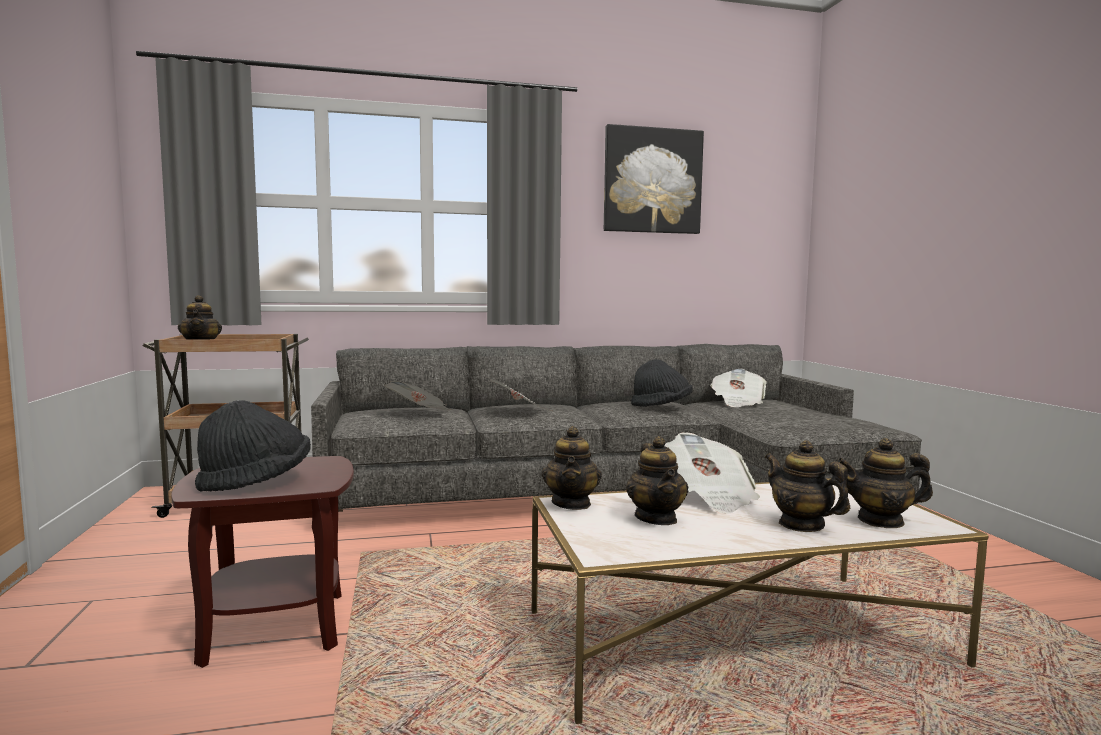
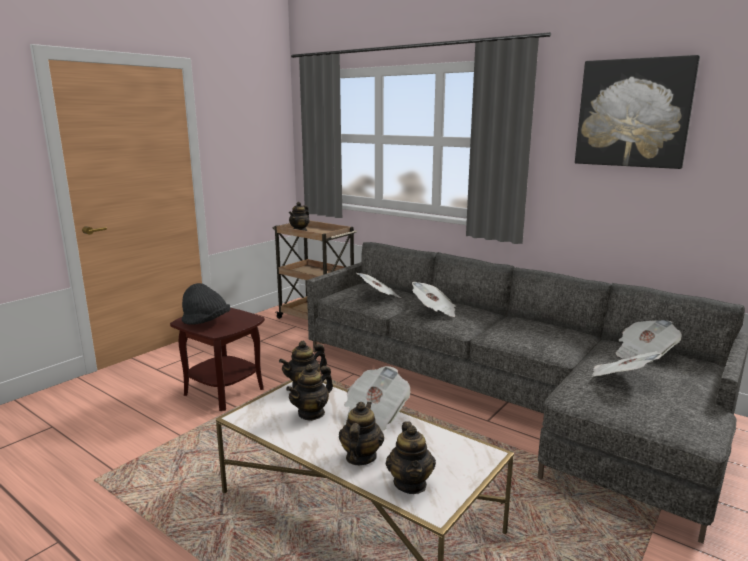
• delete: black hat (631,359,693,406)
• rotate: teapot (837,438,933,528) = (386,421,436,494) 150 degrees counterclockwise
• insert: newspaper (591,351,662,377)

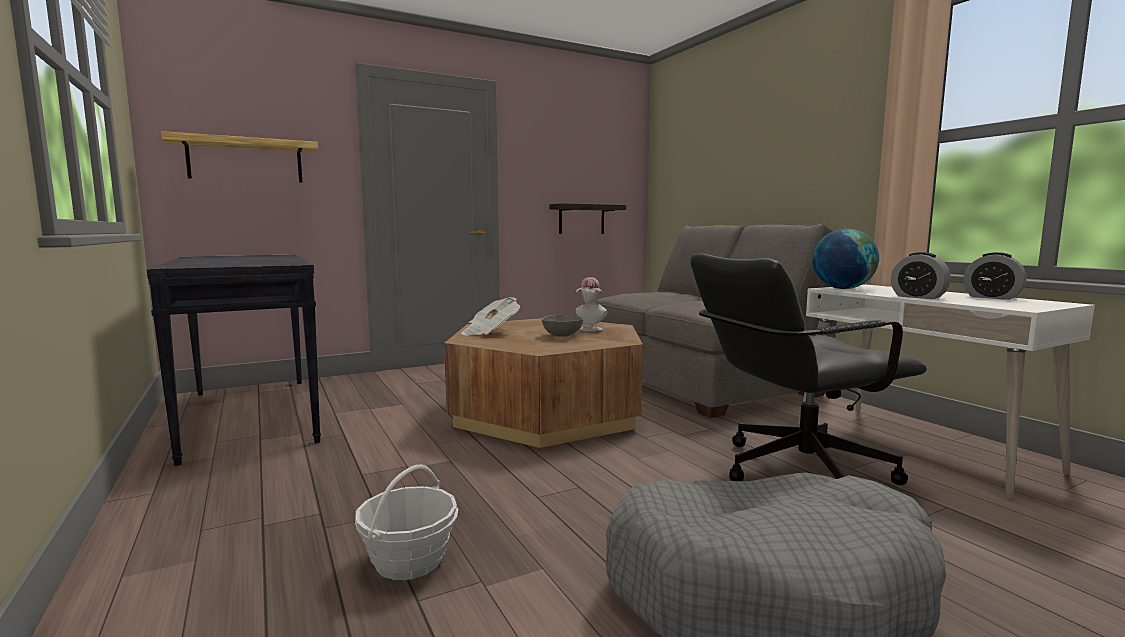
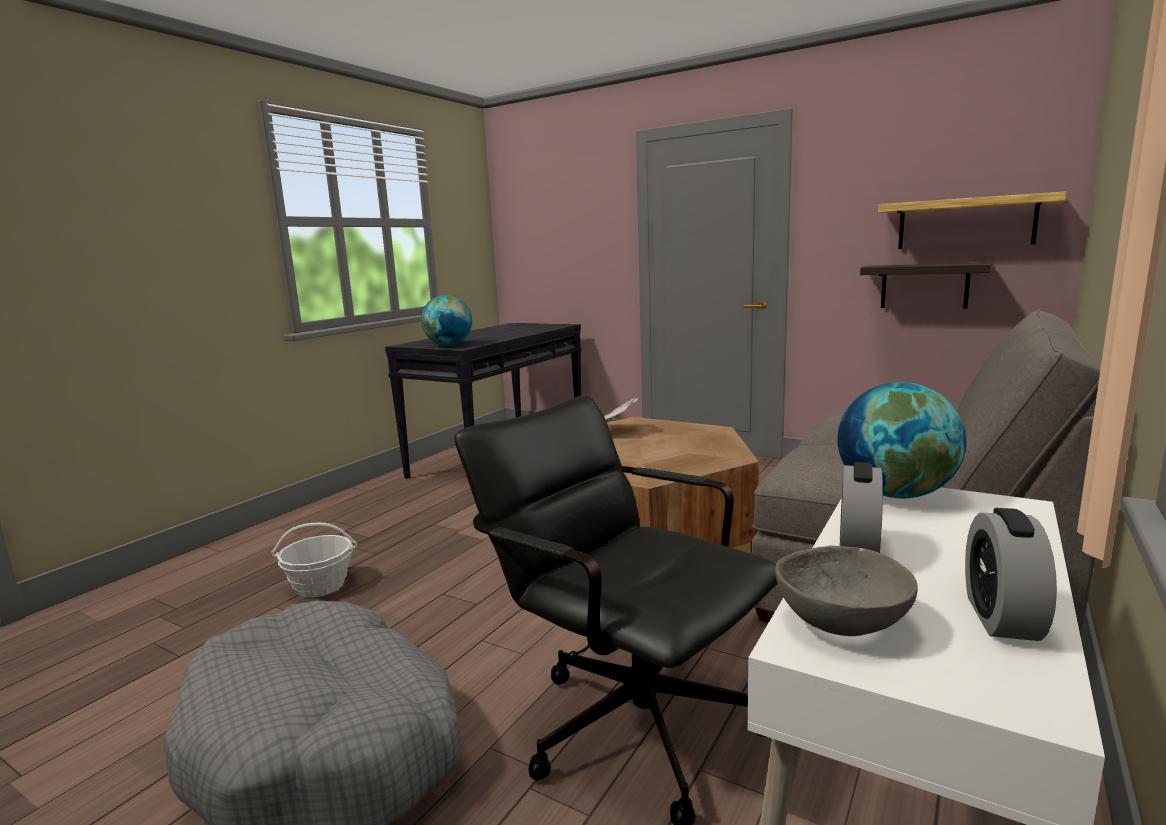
• move: shelf (161,131,318,183) to (878,191,1066,249)
• move: grey bowl (542,315,583,337) to (775,545,918,636)
• delete: hat (576,277,607,332)
• insert: globe (421,295,472,346)

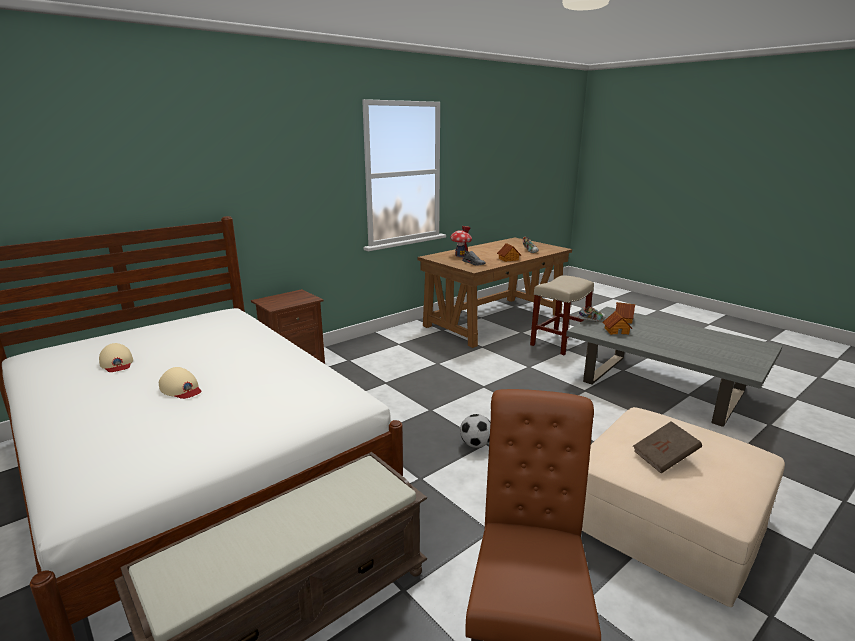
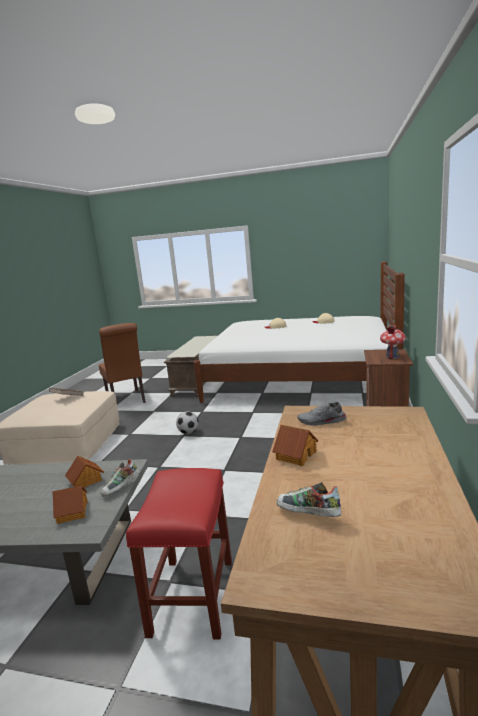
• move: toy house (450,226,472,257) to (380,325,406,359)
• recolor: beige stool (530,276,594,355) to red stool (126,468,232,640)

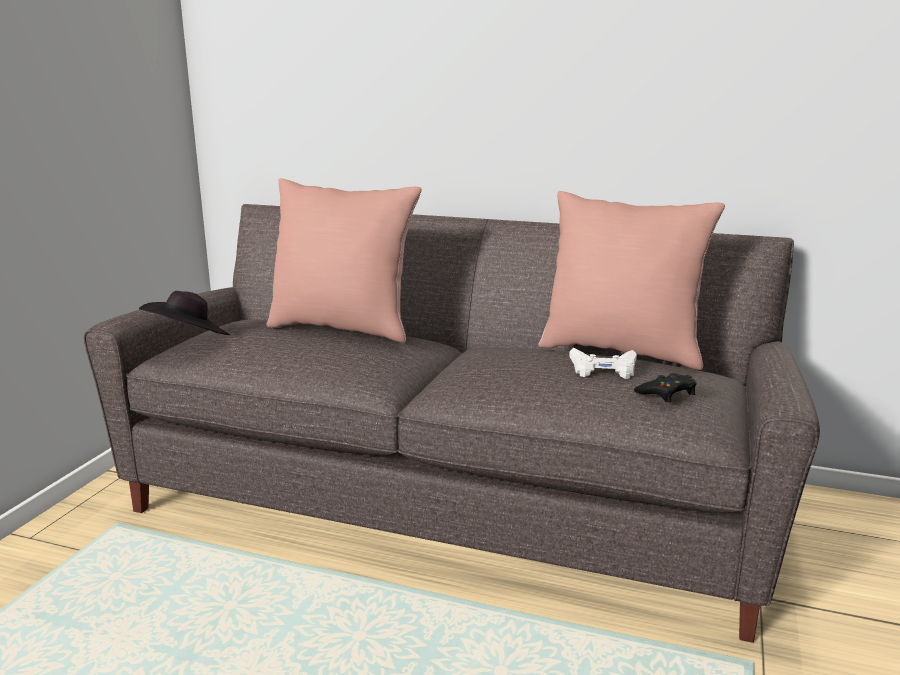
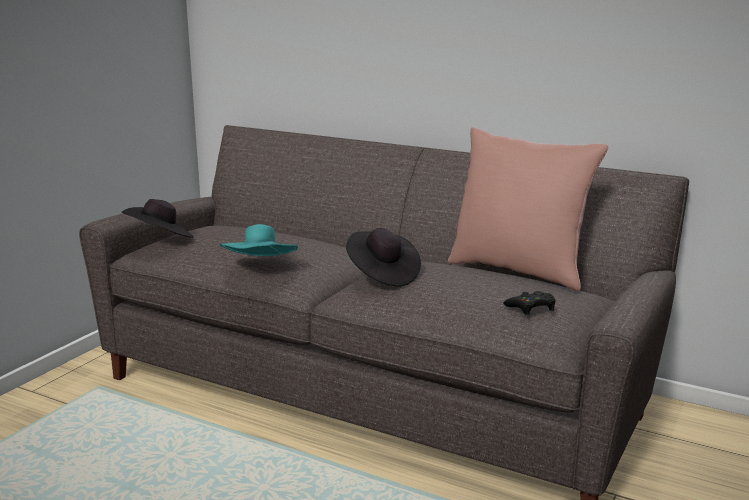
• delete: pink pillow (267,178,422,343)
• delete: white game controller (569,348,637,379)
• insert: turquoise hat (220,224,298,256)
• insert: black hat (346,228,421,286)

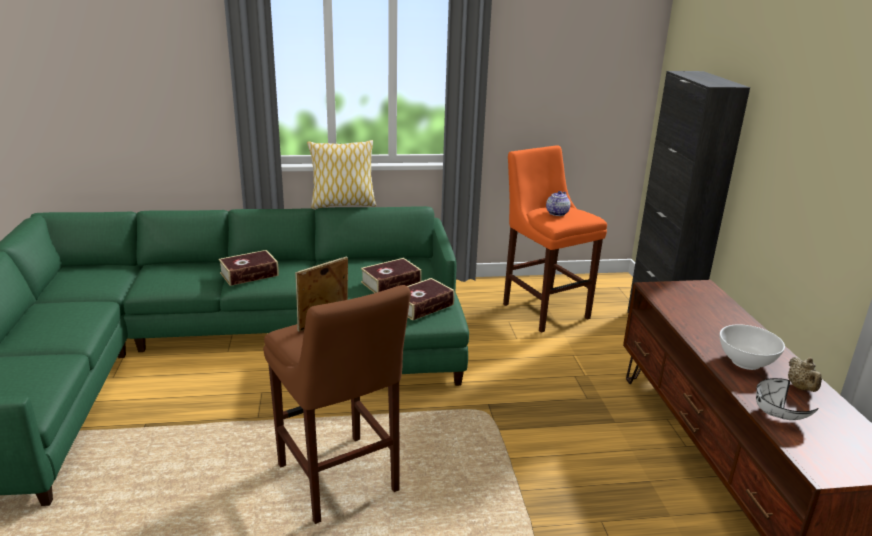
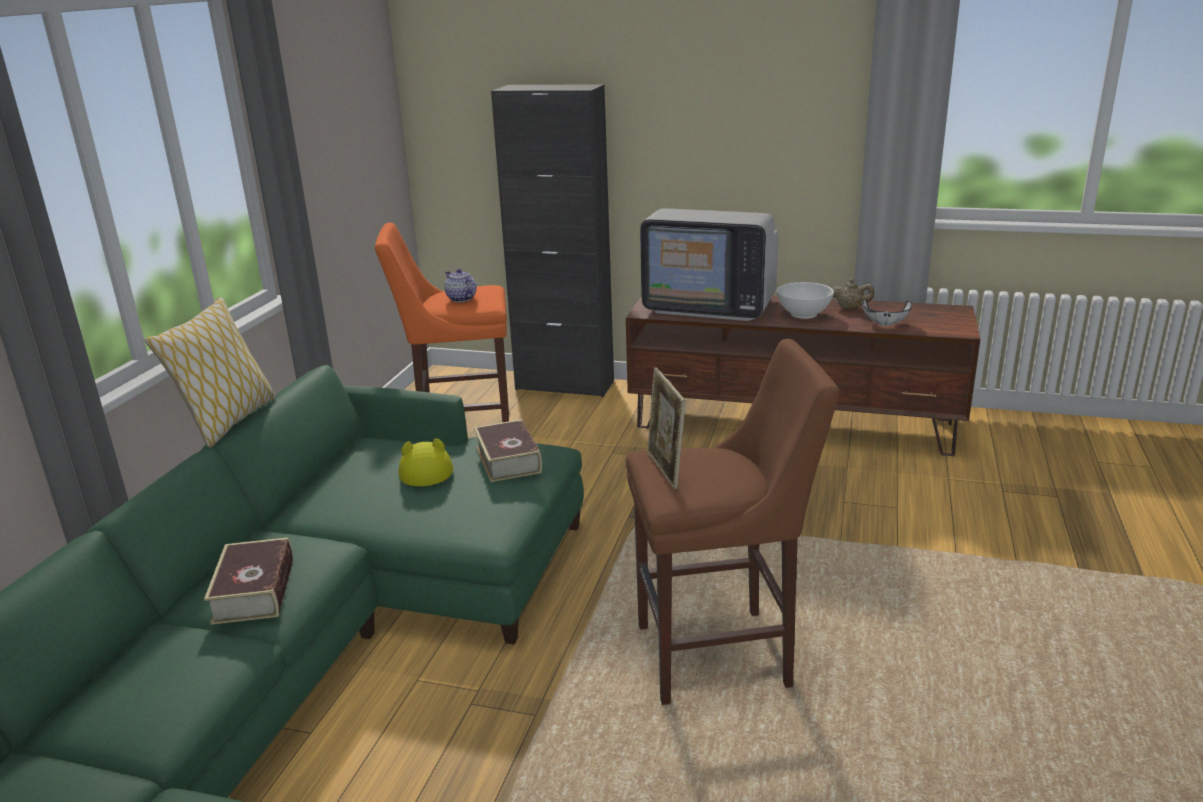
• replace: book (361,258,422,293) to yellow hat (398,438,453,486)
• insert: television (640,208,779,321)

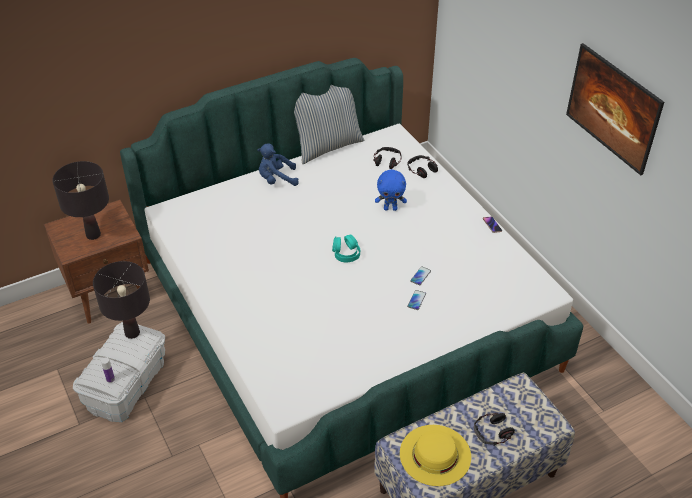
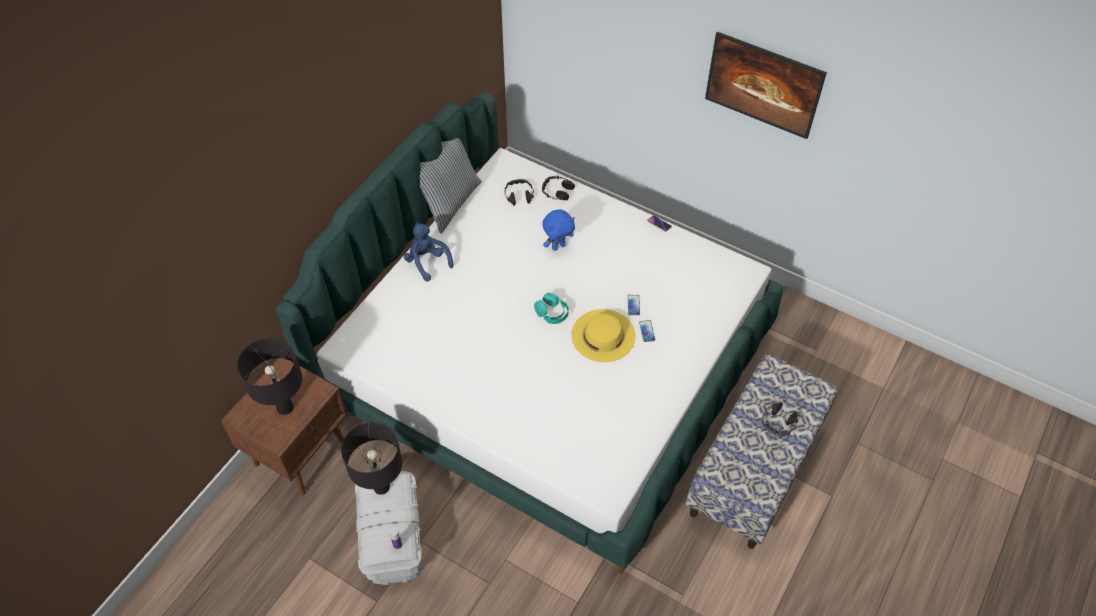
• rotate: blue plush toy (257,143,299,186) = (404,223,454,282) 90 degrees clockwise
• move: yellow hat (400,425,471,486) to (572,309,636,362)

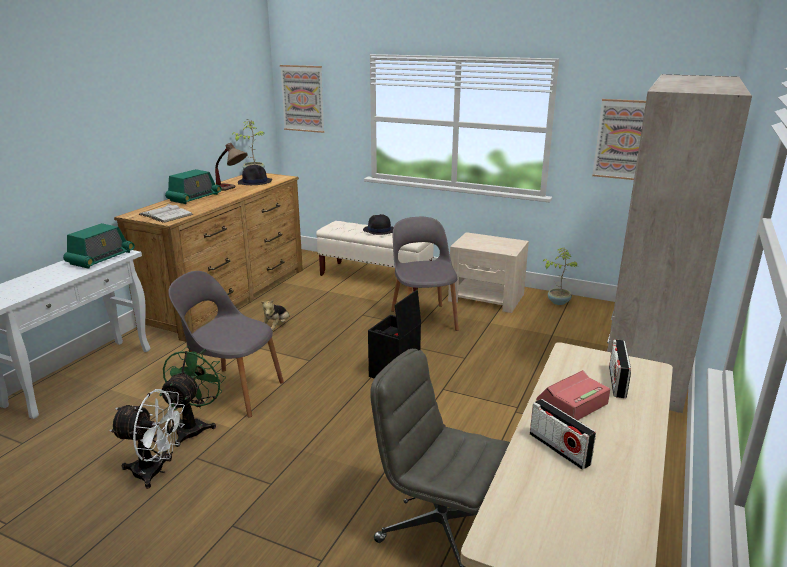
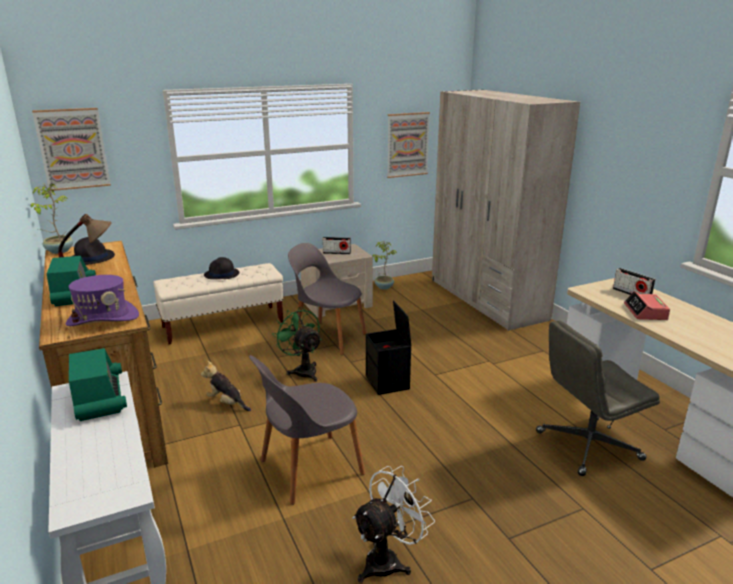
• replace: white book (138,204,193,223) to purple hat (66,275,139,326)
• move: green fan (159,346,226,447) to (272,307,322,382)
• rotate: plush toy (262,300,289,331) = (201,361,251,411) 150 degrees clockwise
• move: radio (530,399,596,470) to (322,237,351,254)

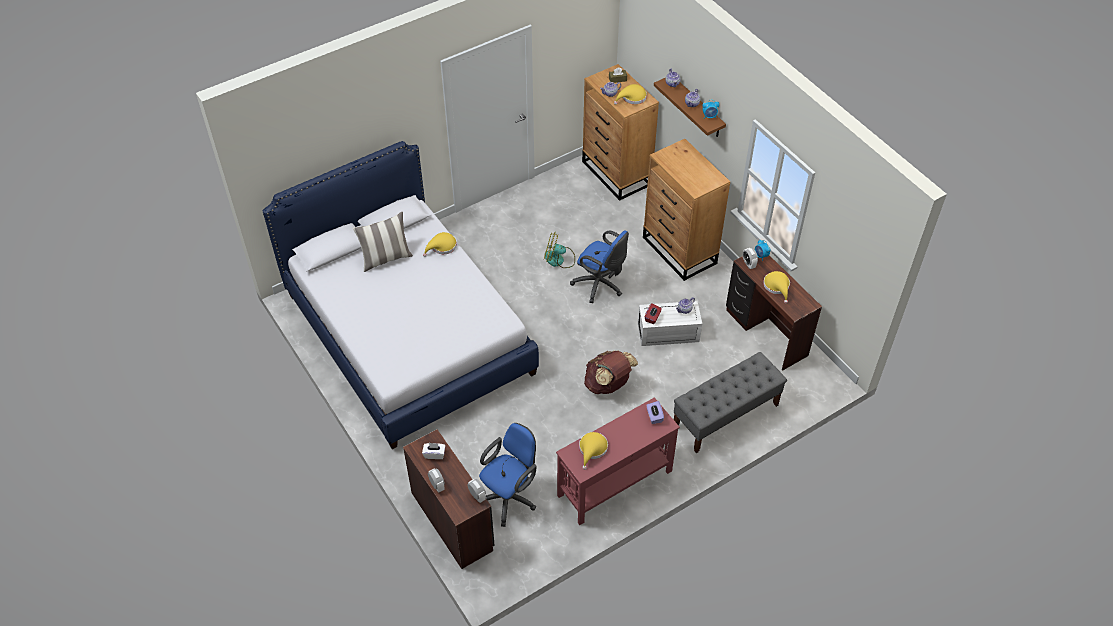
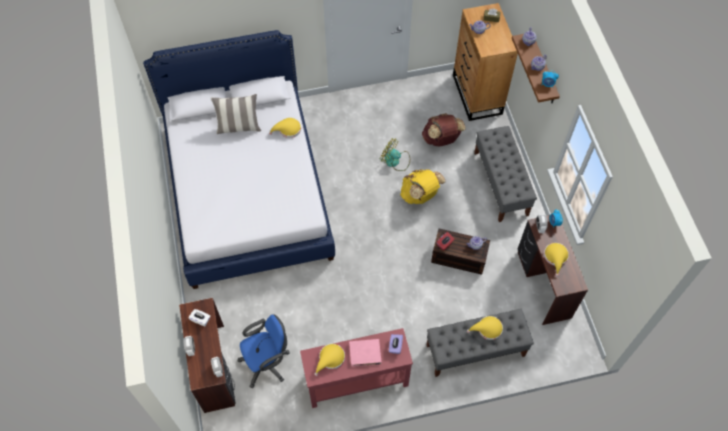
• replace: blue office chair (570,230,629,303) to yellow backpack (400,169,446,204)
• move: brown backpack (584,350,638,394) to (422,113,466,146)
• move: yellow hat (614,84,647,105) to (467,316,503,340)
• recolor: white storage box (638,301,702,346) to brown storage box (431,229,490,275)
• replace: brown dresser (643,139,730,281) to grey bench (474,126,537,222)
• insert: pink book (349,339,381,367)

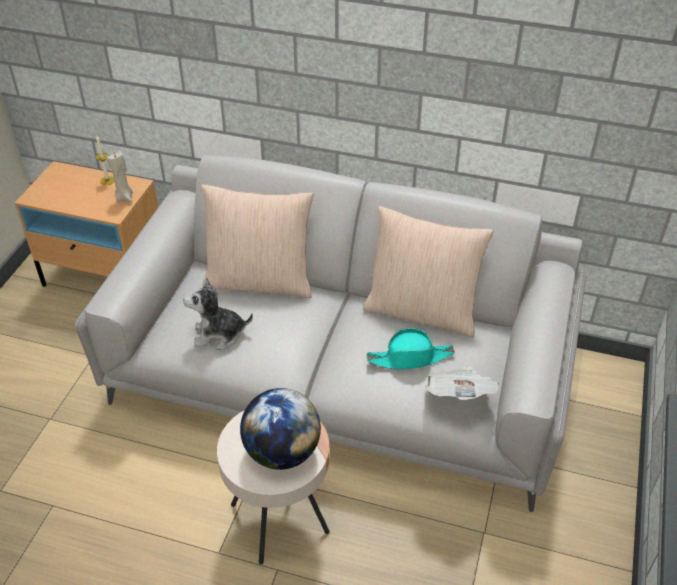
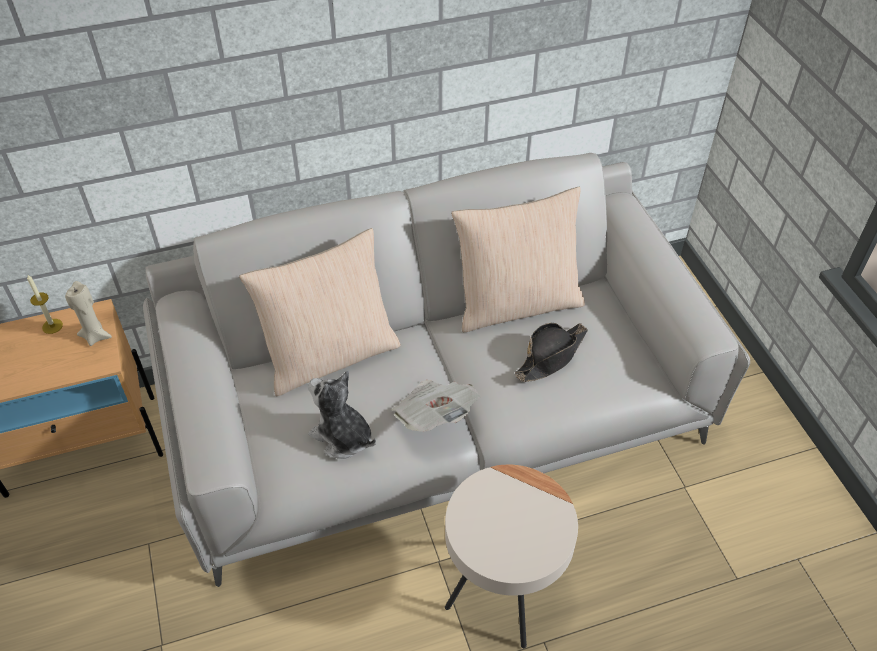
• rotate: plush toy (183,278,253,350) = (308,371,376,459) 75 degrees clockwise
• delete: globe (240,388,321,470)
• recolor: turquoise hat (367,328,455,369) to black hat (515,323,588,382)
• move: newspaper (425,366,500,400) to (391,380,481,432)

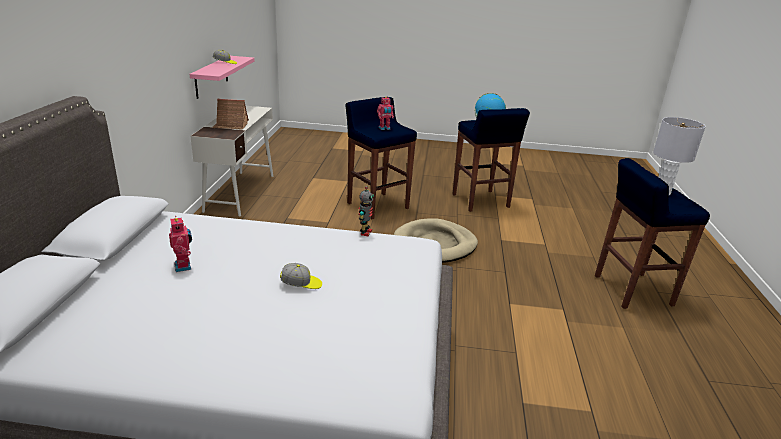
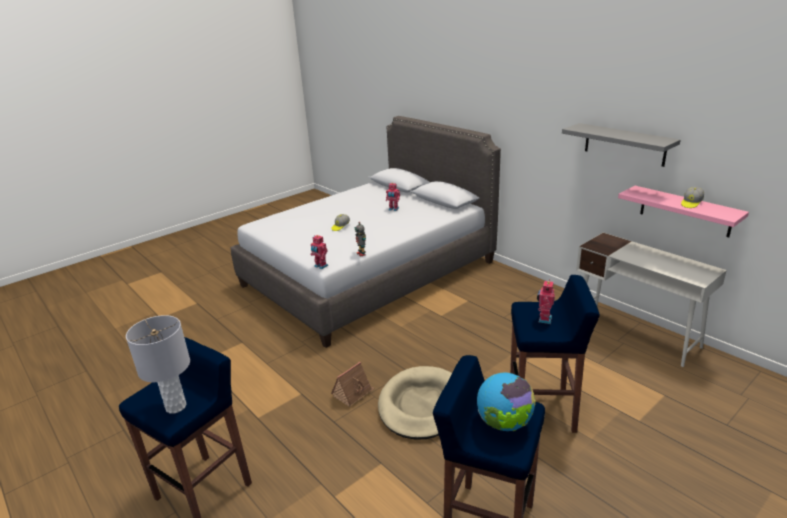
• move: toy house (212,99,249,130) to (331,362,375,407)
• insert: toy robot (310,235,328,269)
• insert: grey shelf (562,123,681,167)

